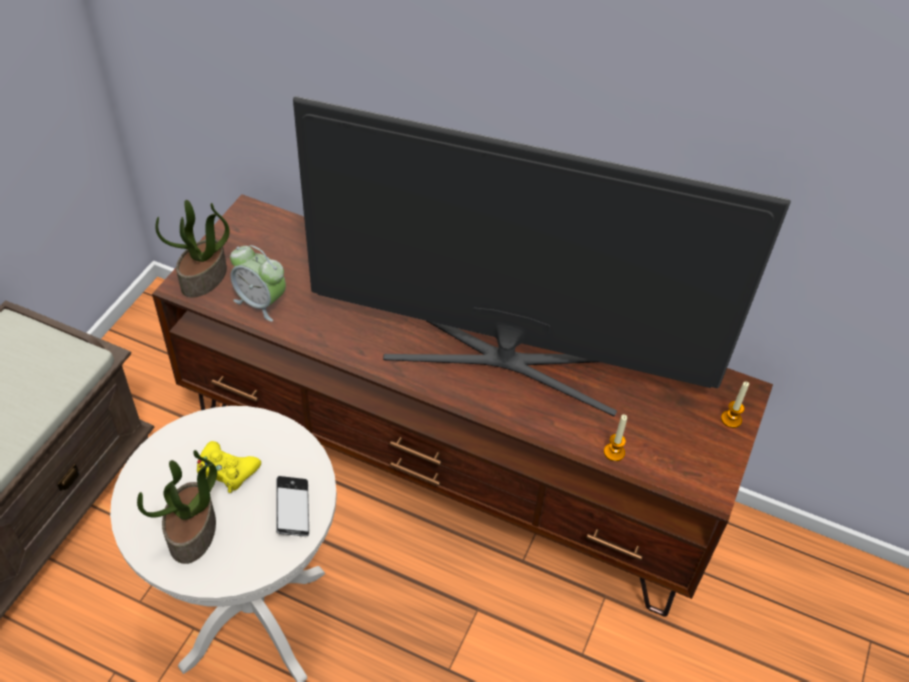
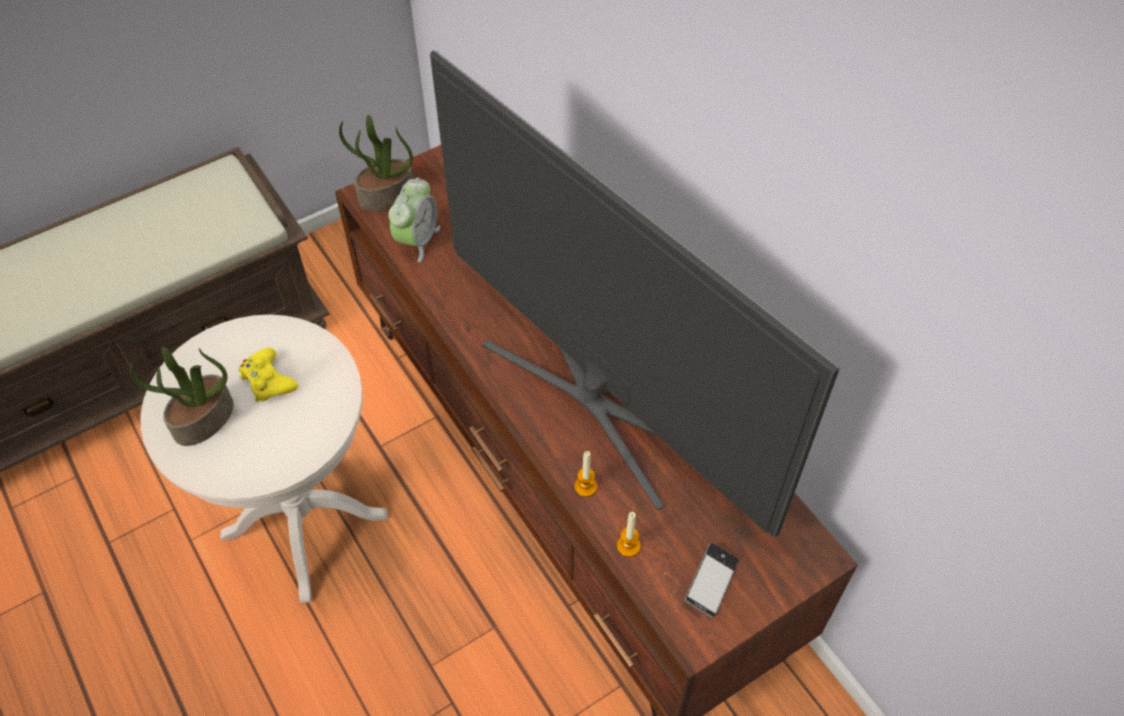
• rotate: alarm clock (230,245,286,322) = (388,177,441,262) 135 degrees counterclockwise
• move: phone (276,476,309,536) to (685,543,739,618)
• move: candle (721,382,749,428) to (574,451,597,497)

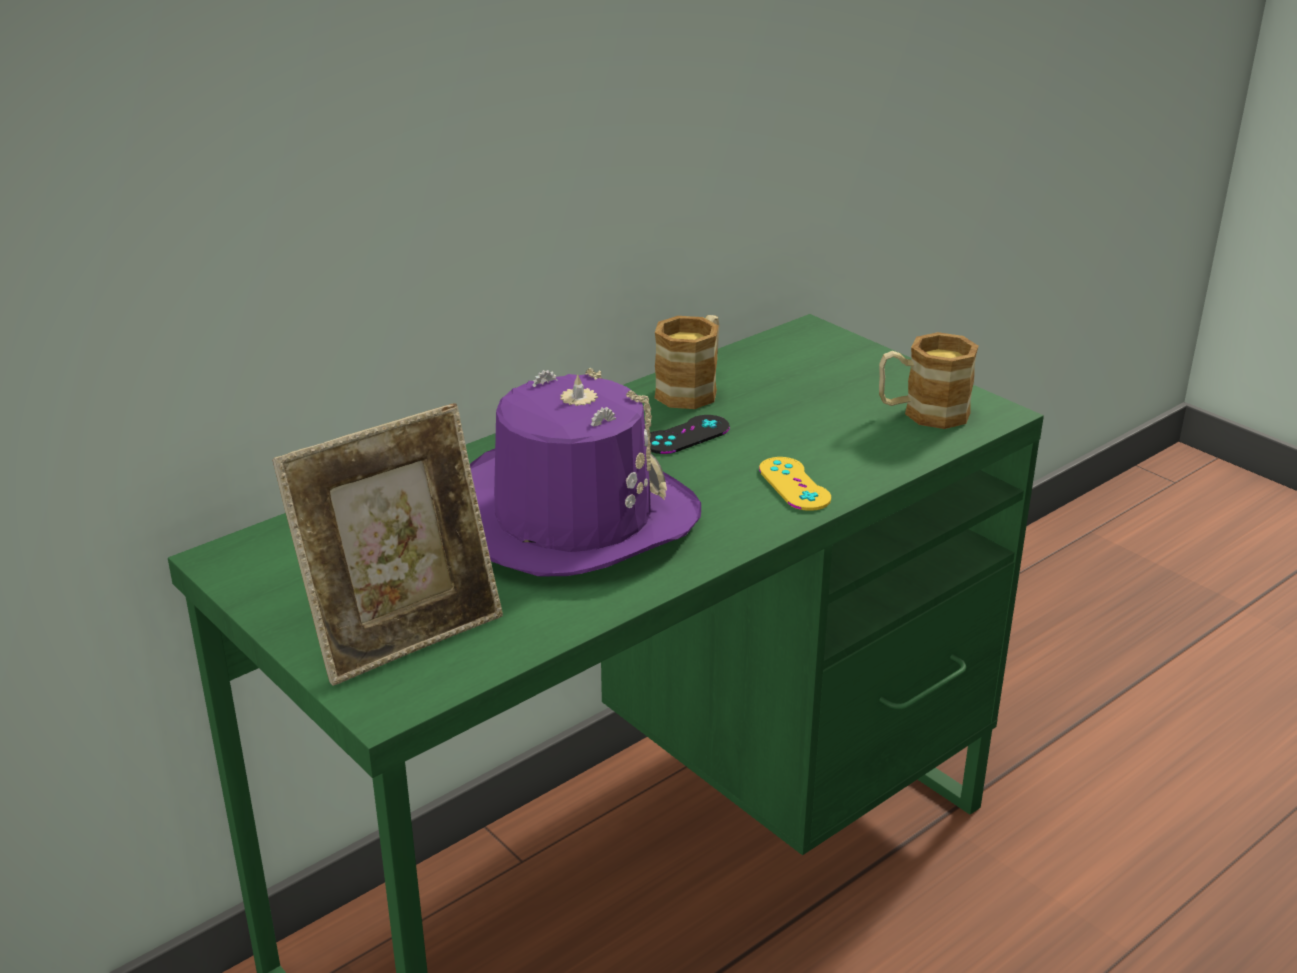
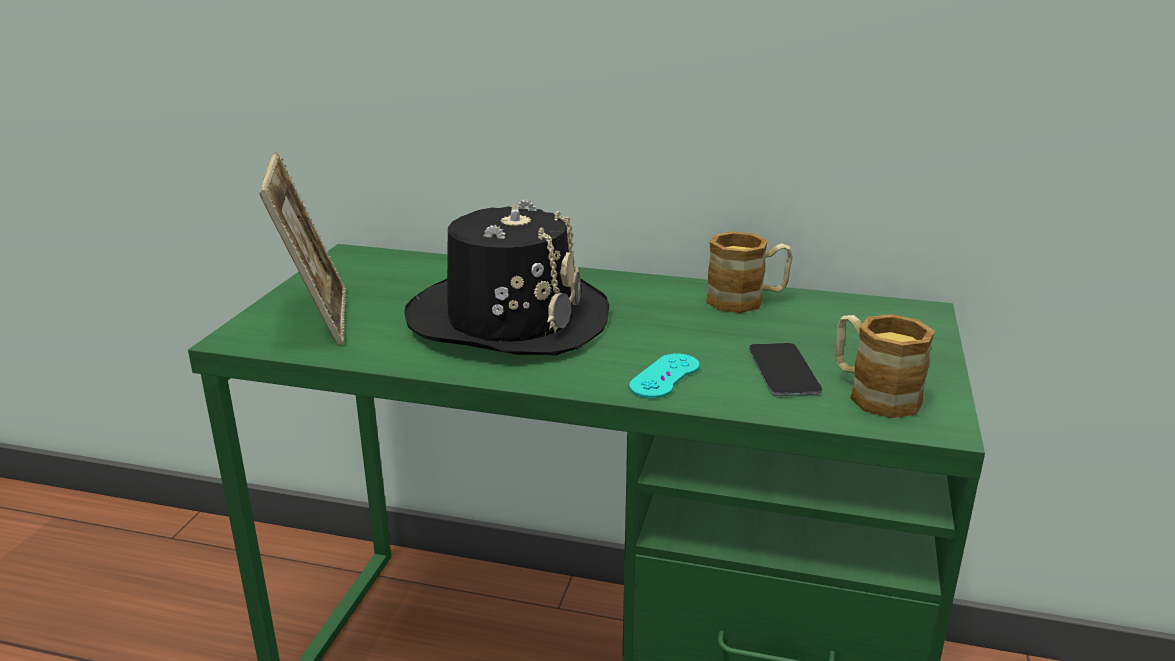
• rotate: picture frame (272,403,503,686) = (259,152,346,345) 120 degrees counterclockwise
• recolor: purple hat (470,368,701,577) to black hat (404,199,609,355)
• delete: black game controller (650,415,730,454)
• recolor: yellow game controller (759,457,831,511) to turquoise game controller (629,354,699,399)
• insert: phone (749,343,822,396)

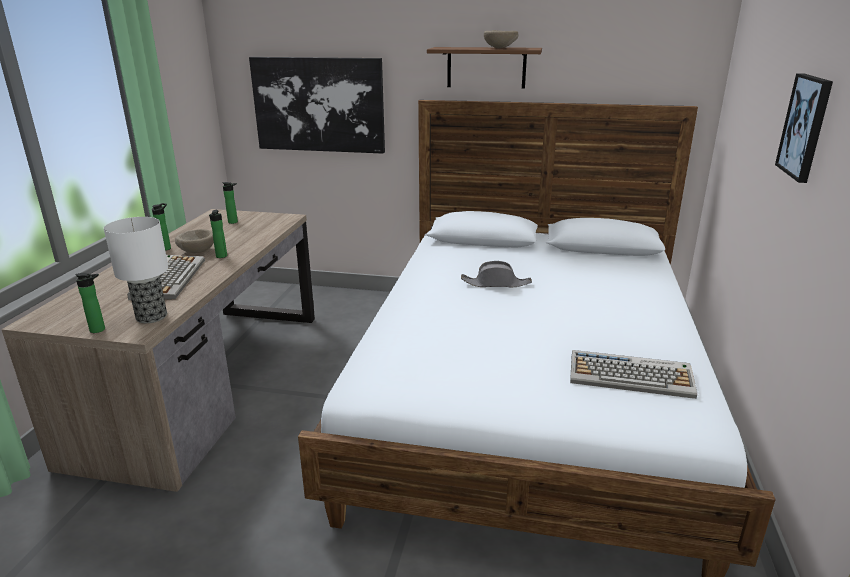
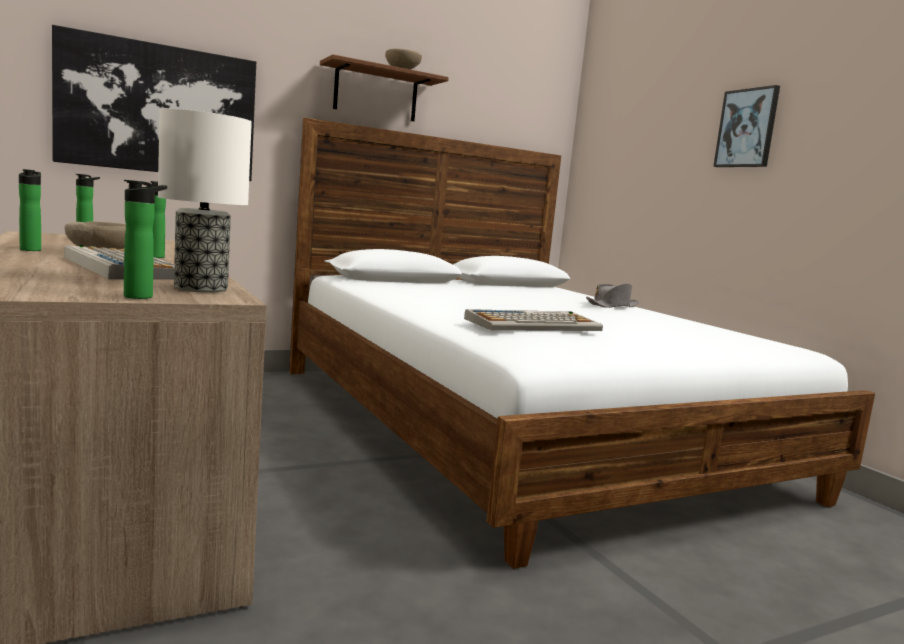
• move: grey hat (461,261,532,288) to (586,284,639,308)
• move: keyboard (570,350,697,399) to (464,309,603,331)

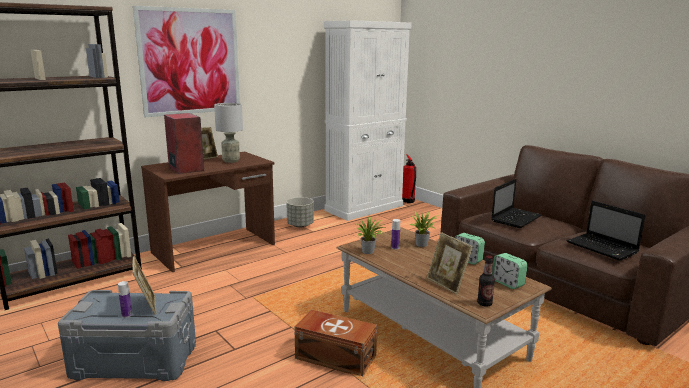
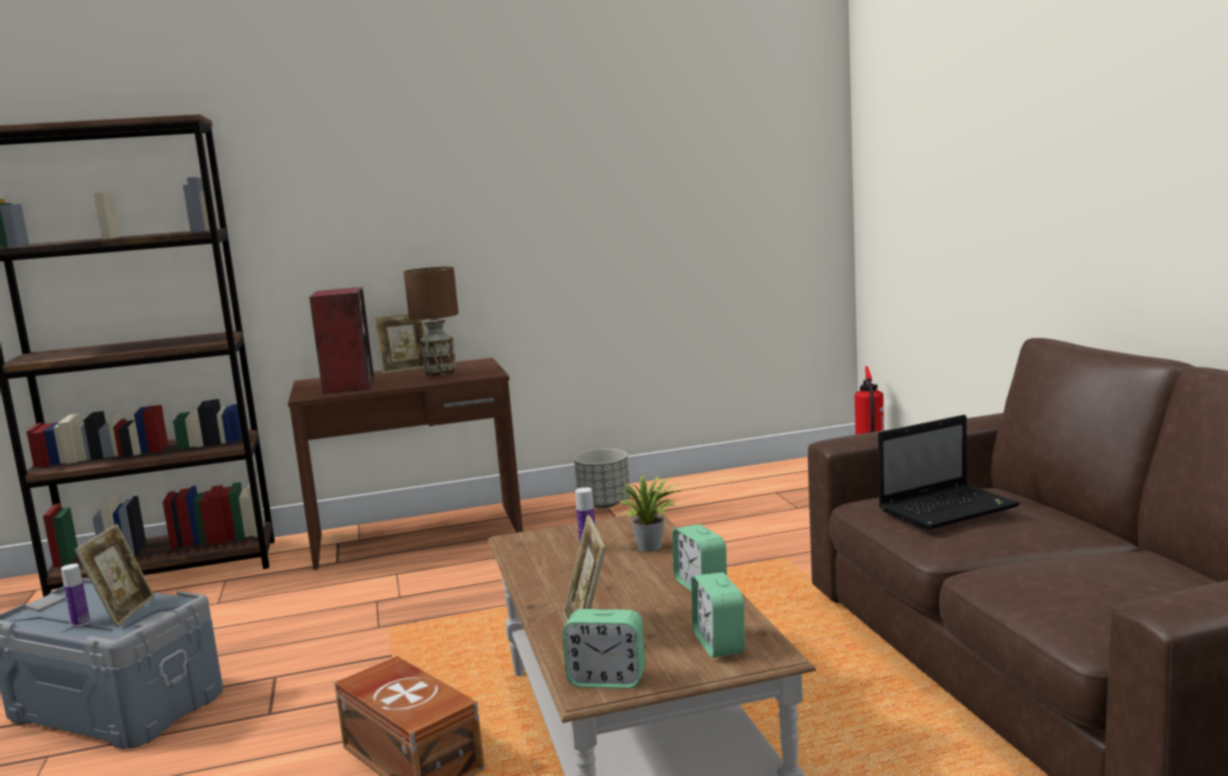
• delete: picture (133,6,240,117)
• recolor: grey table lamp (214,103,243,163) to brown table lamp (404,267,459,376)
• delete: white cabinet (324,20,412,221)
• delete: potted plant (355,216,384,254)
• replace: bottle (477,255,495,307) to alarm clock (563,609,645,689)
• delete: laptop (567,200,646,261)

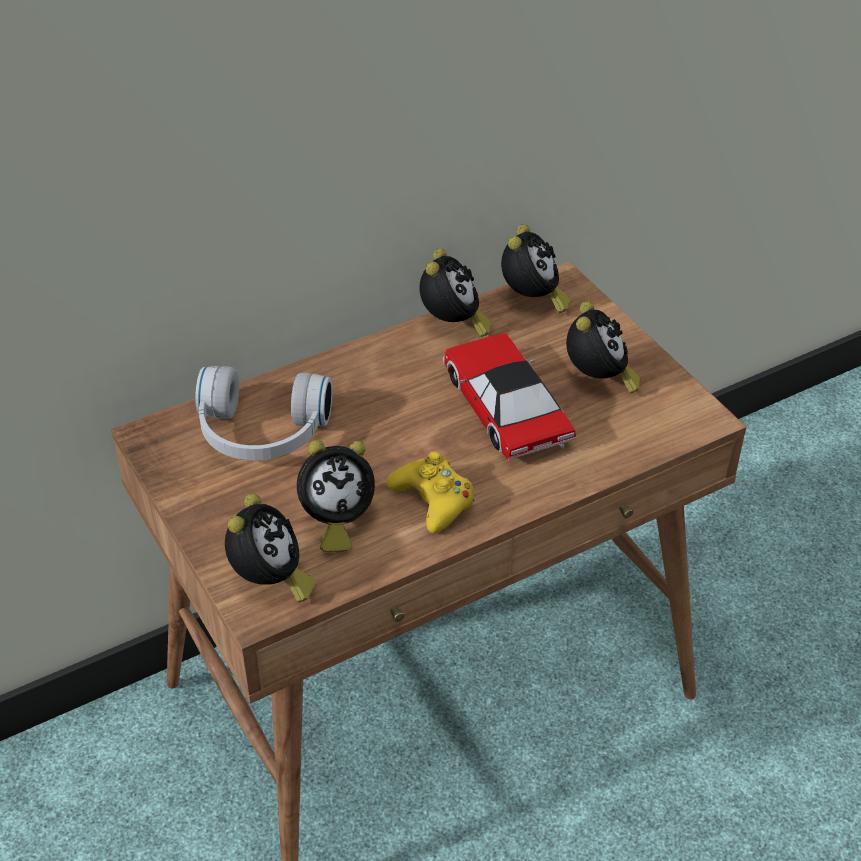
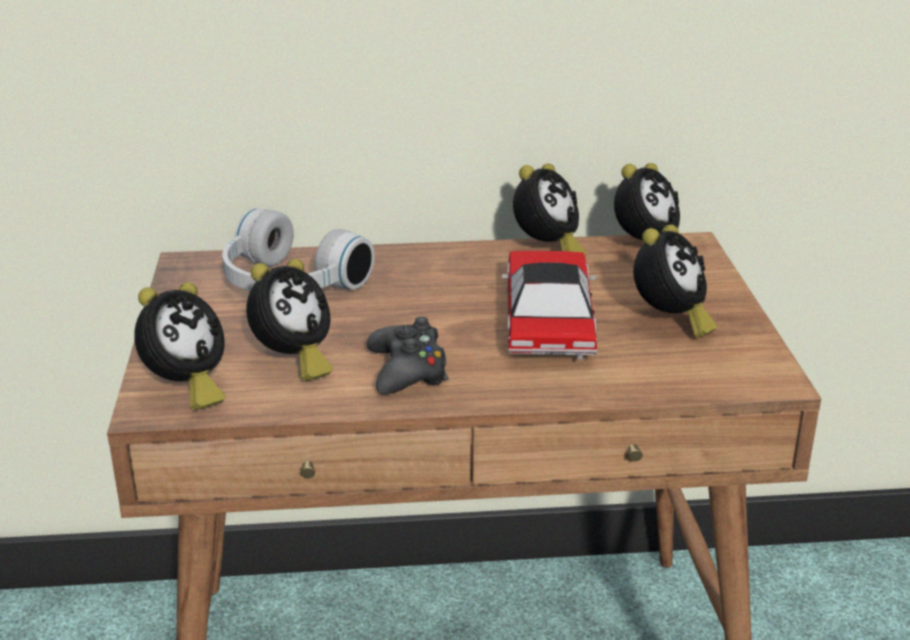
• rotate: alarm clock (297,440,375,552) = (246,259,333,381) 60 degrees counterclockwise
• recolor: yellow game controller (387,451,474,533) to black game controller (367,317,448,394)

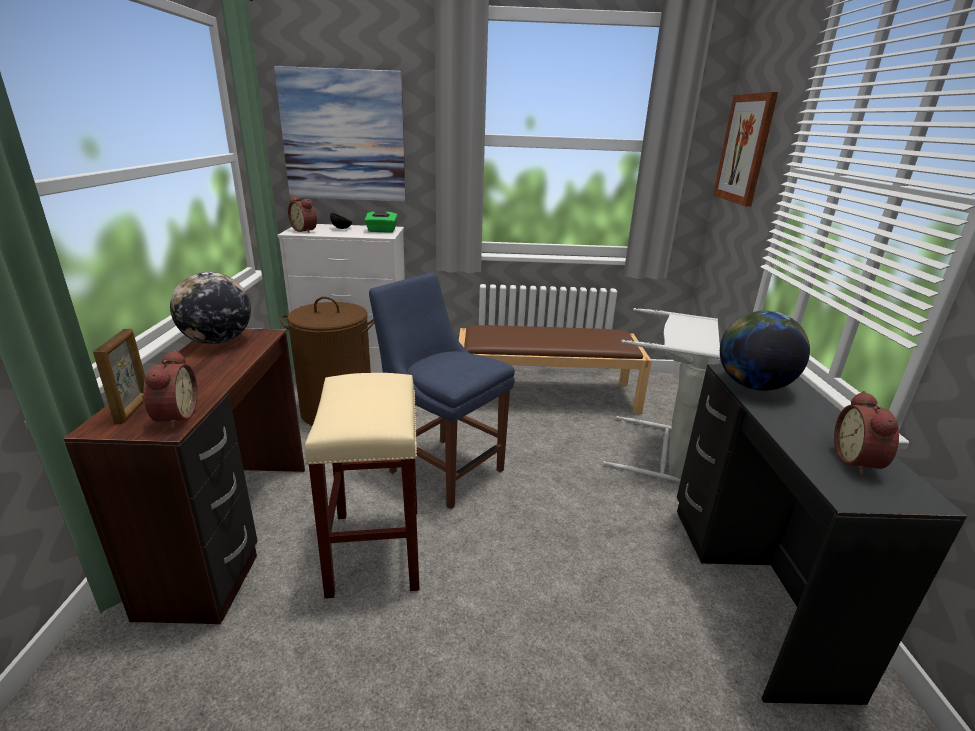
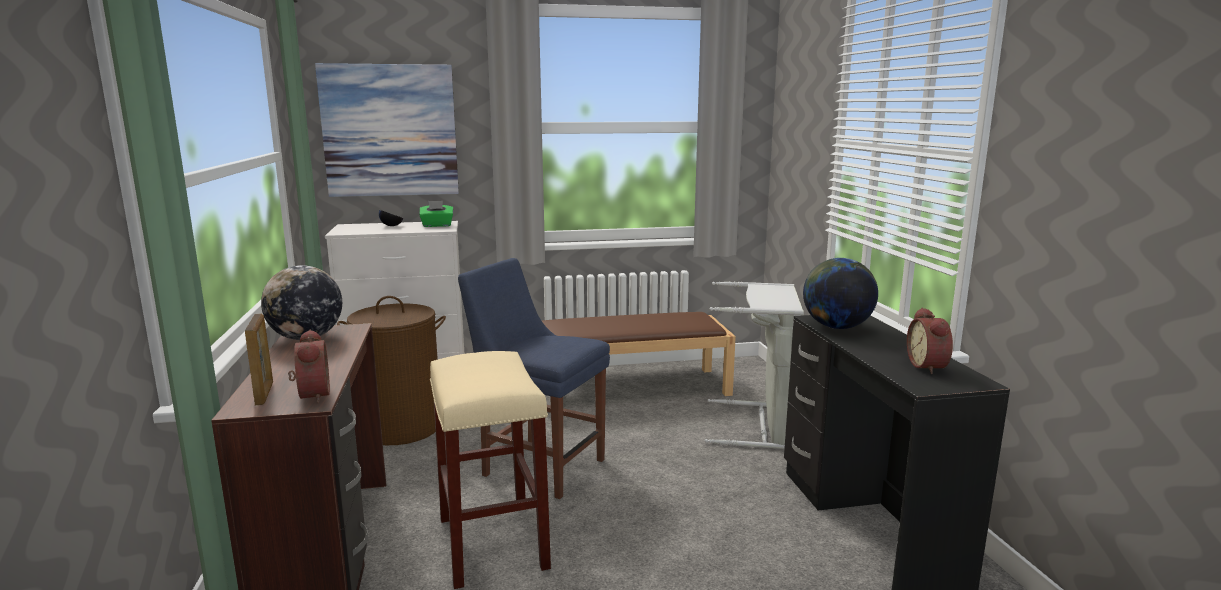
• delete: alarm clock (288,196,317,233)
• delete: picture (713,92,778,207)

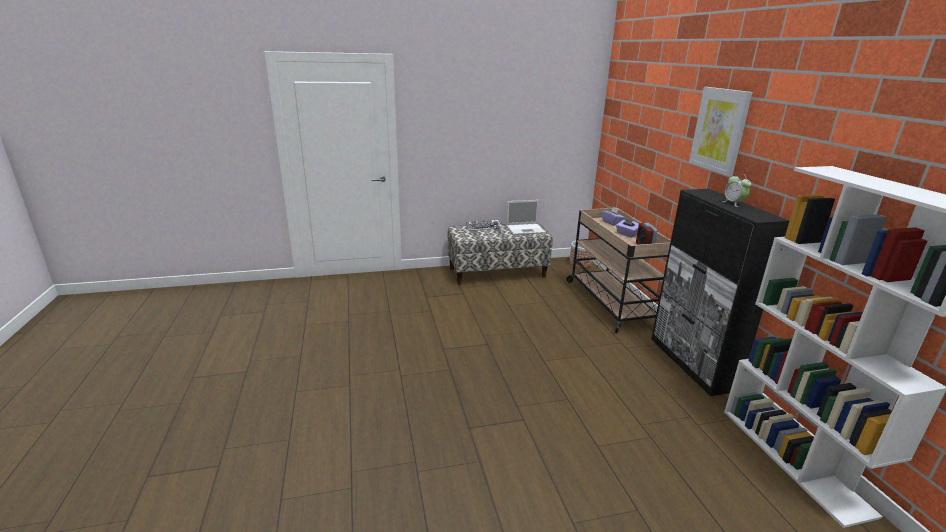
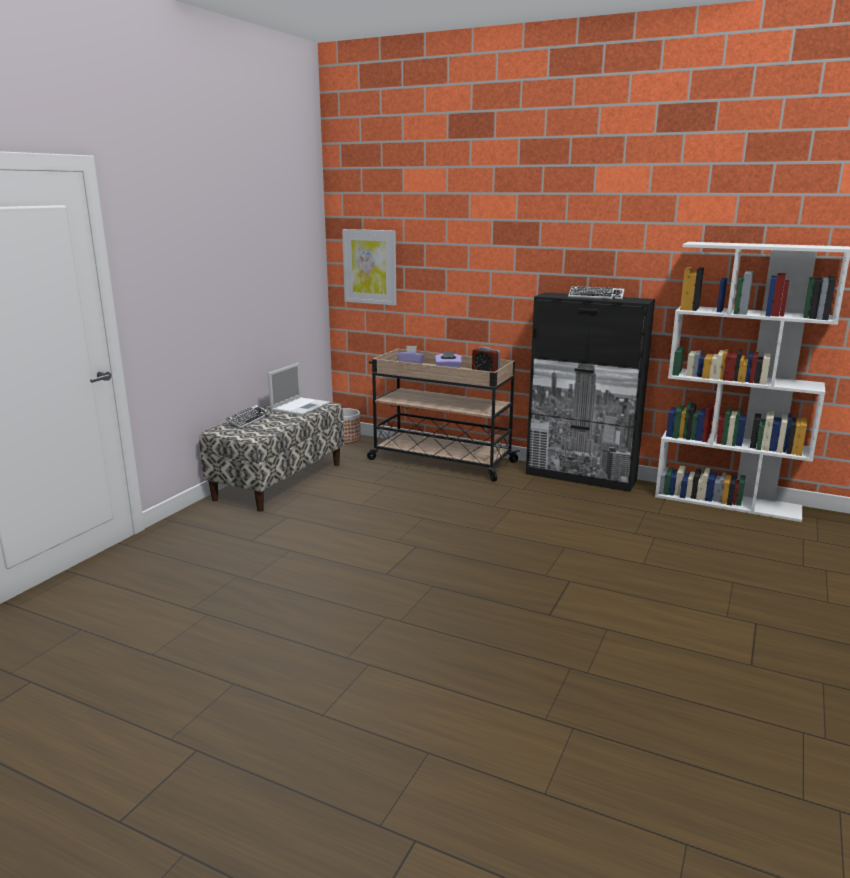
• move: picture (689,87,753,177) to (342,229,397,306)
• replace: alarm clock (722,174,751,207) to keyboard (568,286,625,300)

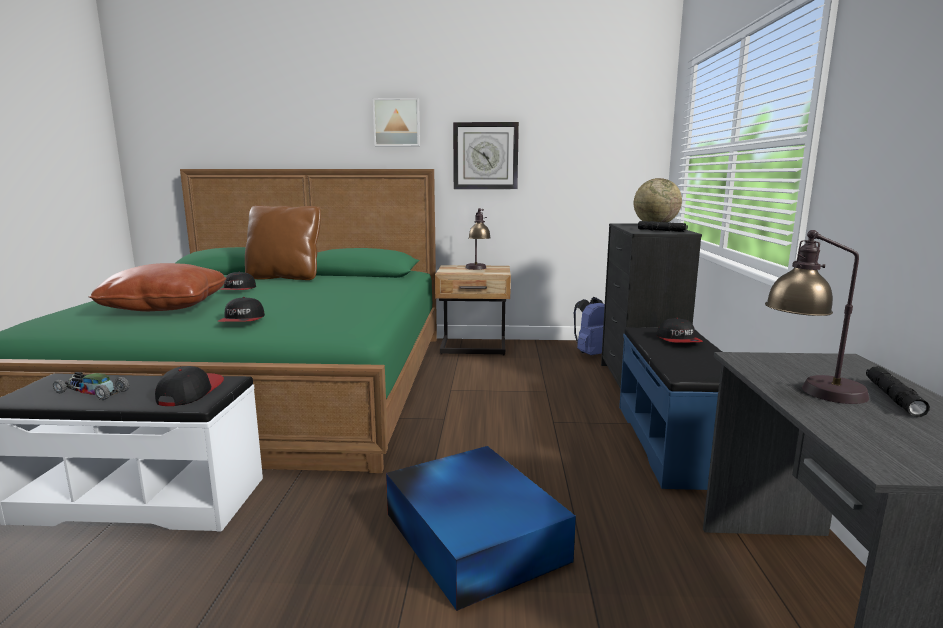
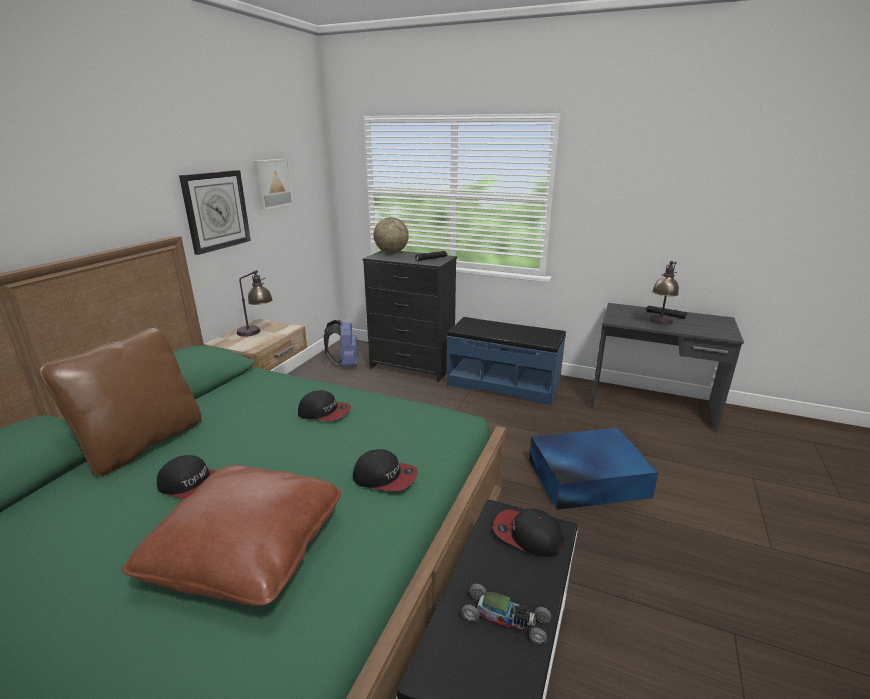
• rotate: toy car (53,372,129,400) = (461,584,551,644) 105 degrees counterclockwise
• move: picture (373,98,420,146) to (253,159,293,210)
• move: cap (656,318,703,343) to (298,390,351,421)

